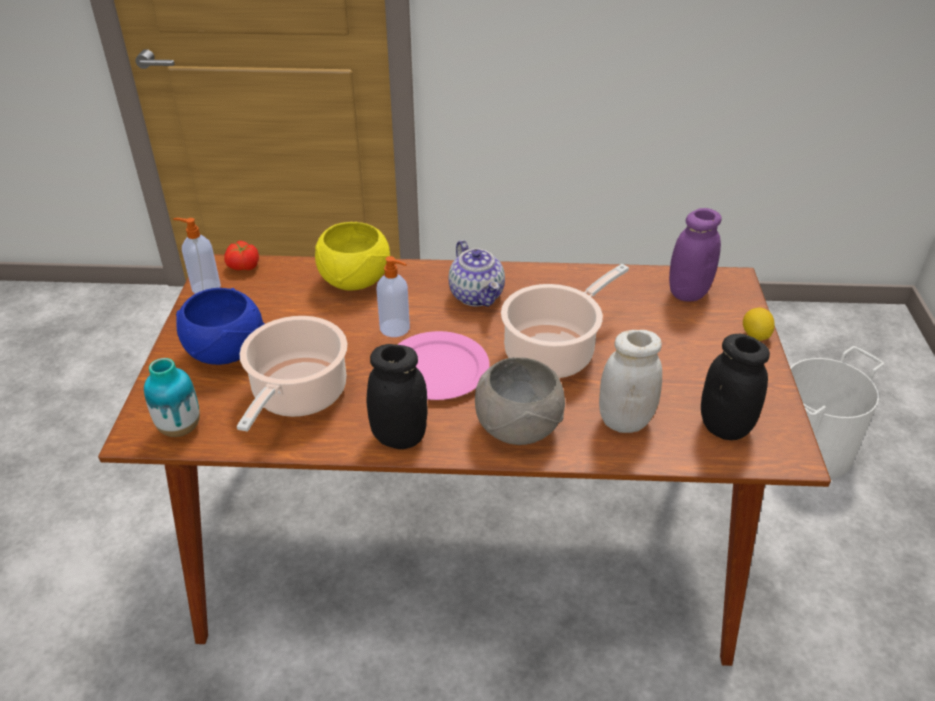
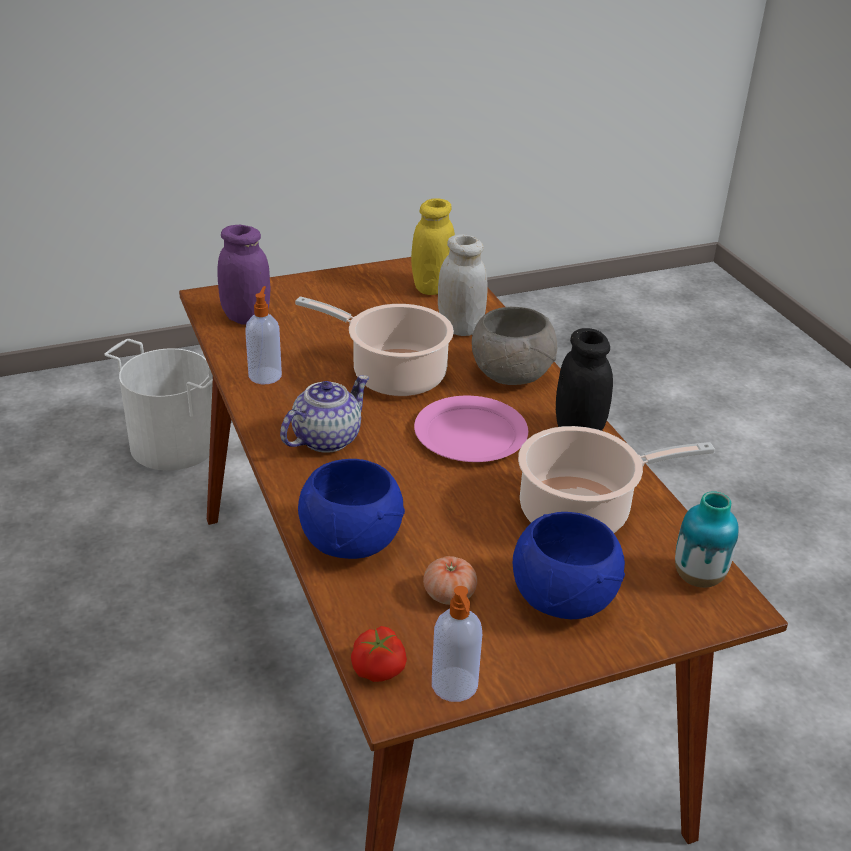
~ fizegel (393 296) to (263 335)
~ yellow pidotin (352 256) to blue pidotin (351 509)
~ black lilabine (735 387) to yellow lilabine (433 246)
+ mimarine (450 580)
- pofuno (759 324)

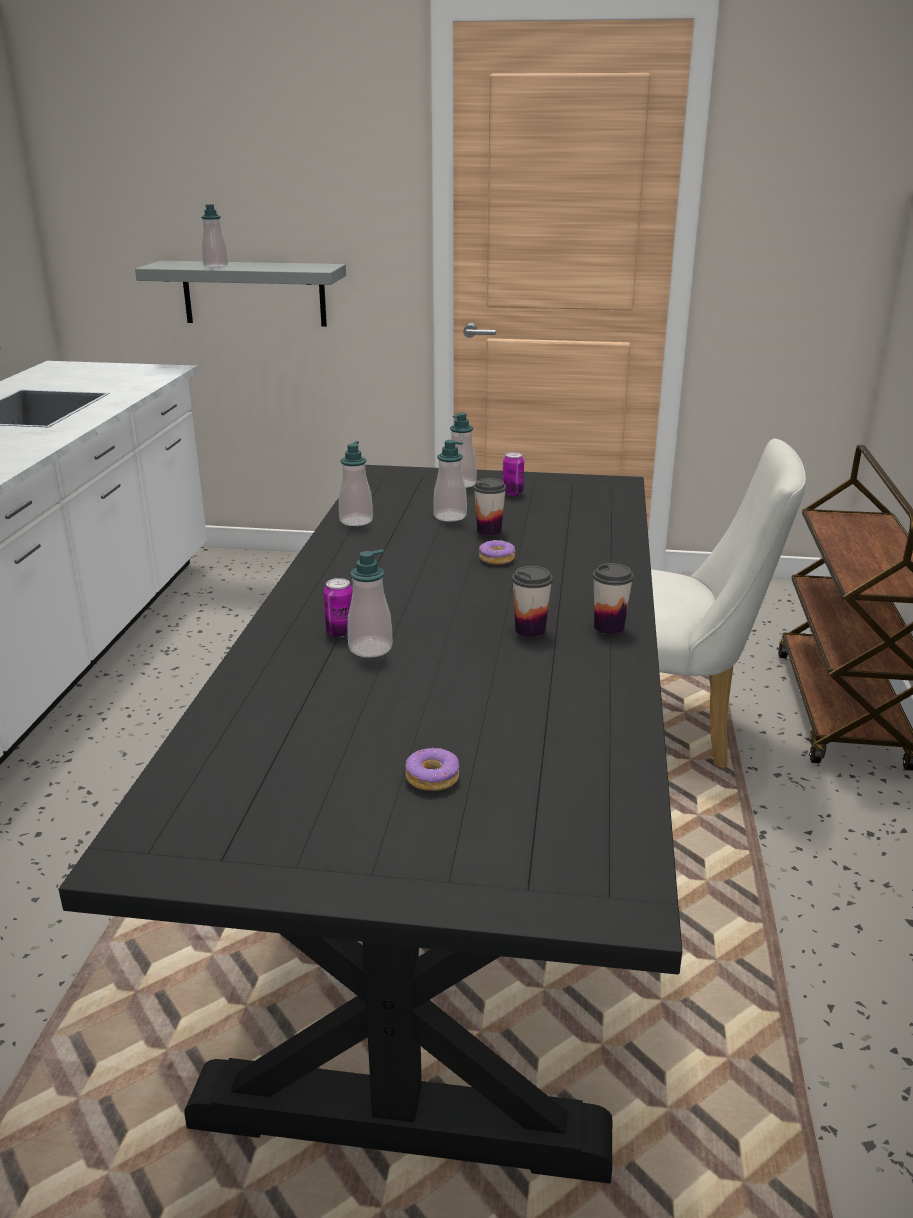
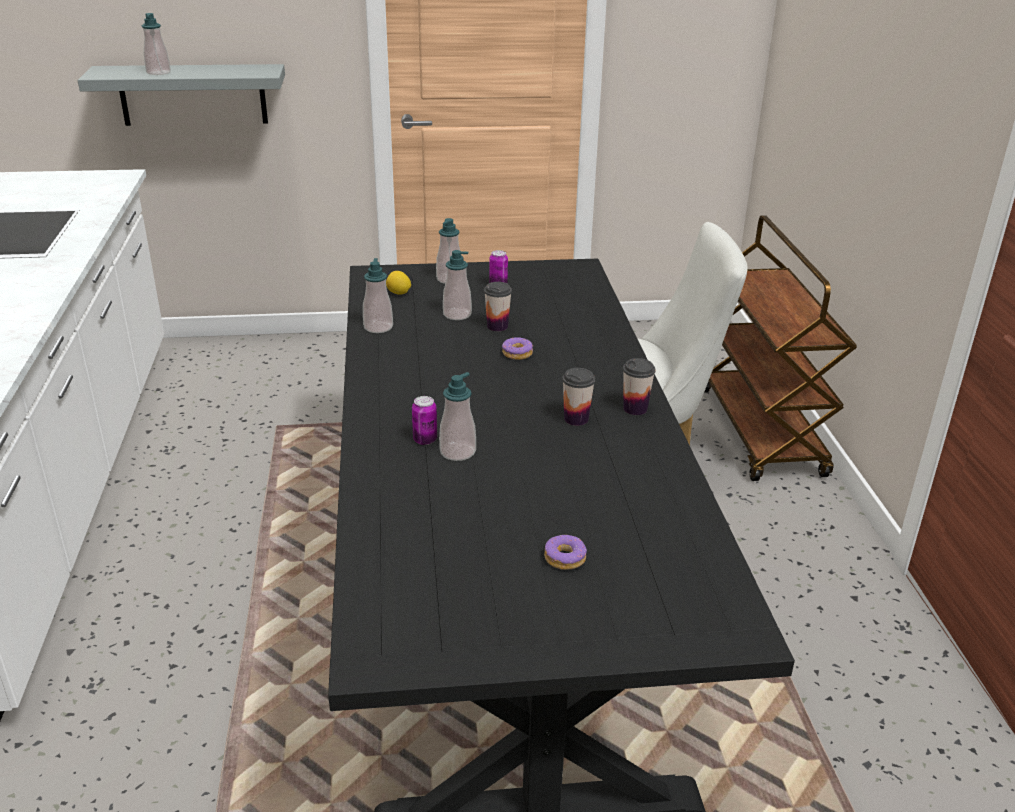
+ pofuno (398 283)

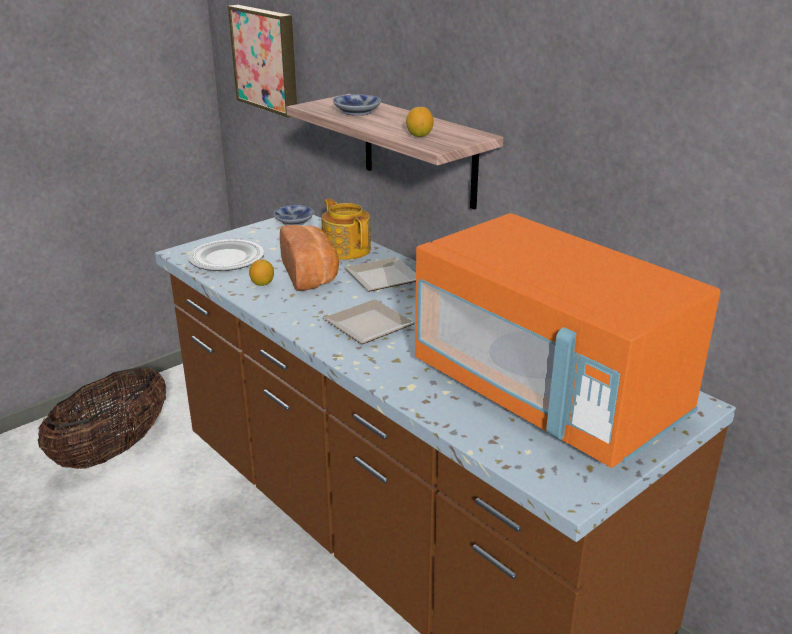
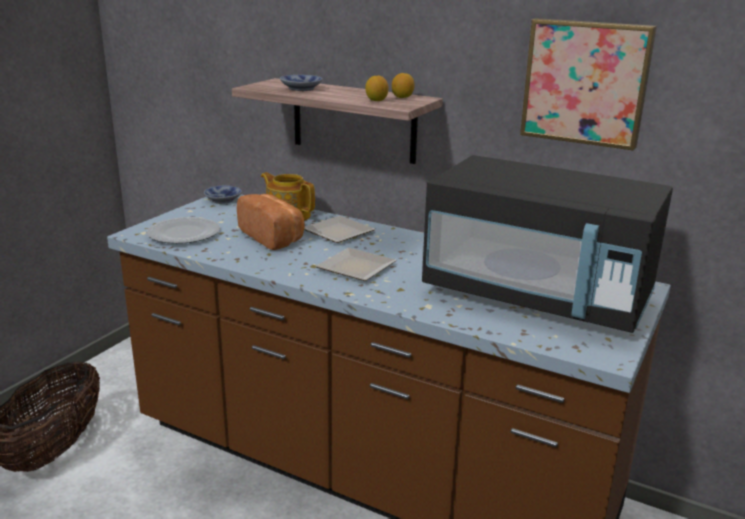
~ pofuno (261 272) to (403 85)
~ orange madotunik (568 340) to black madotunik (547 244)
~ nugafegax (262 61) to (588 84)

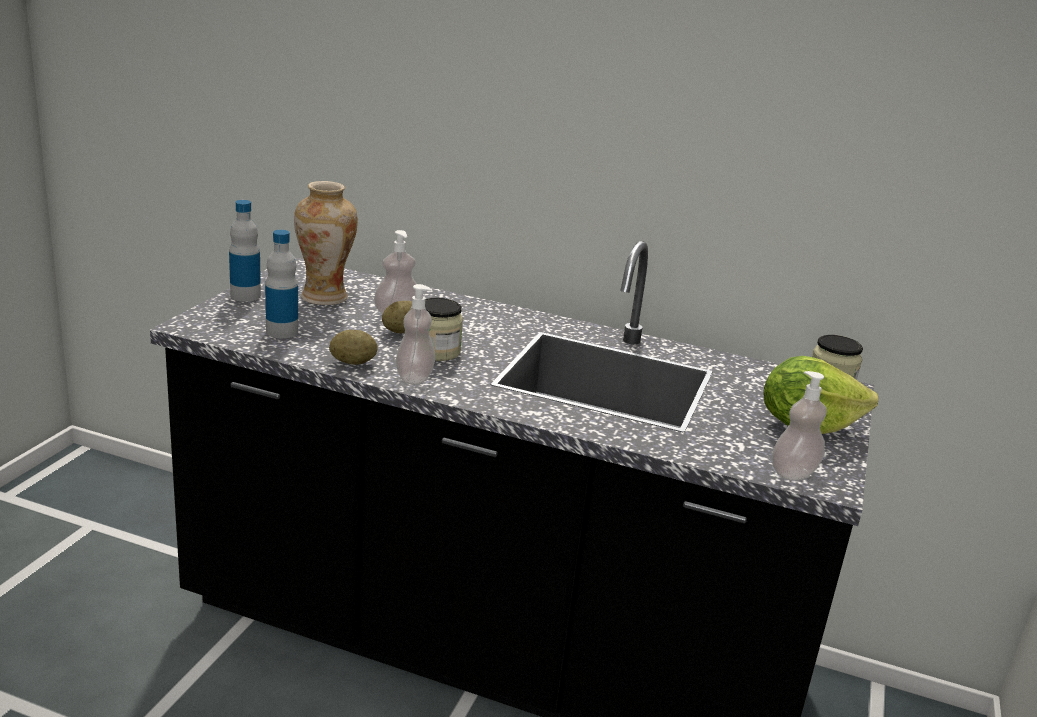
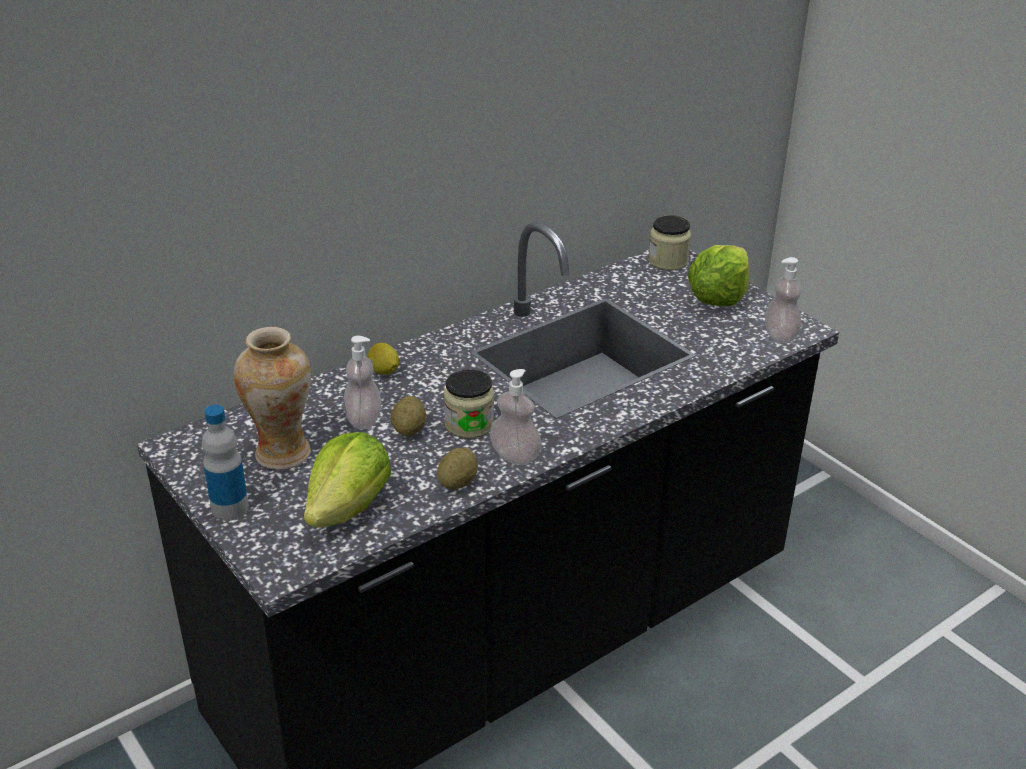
~ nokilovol (281 284) to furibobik (347 479)
+ pofuno (383 359)

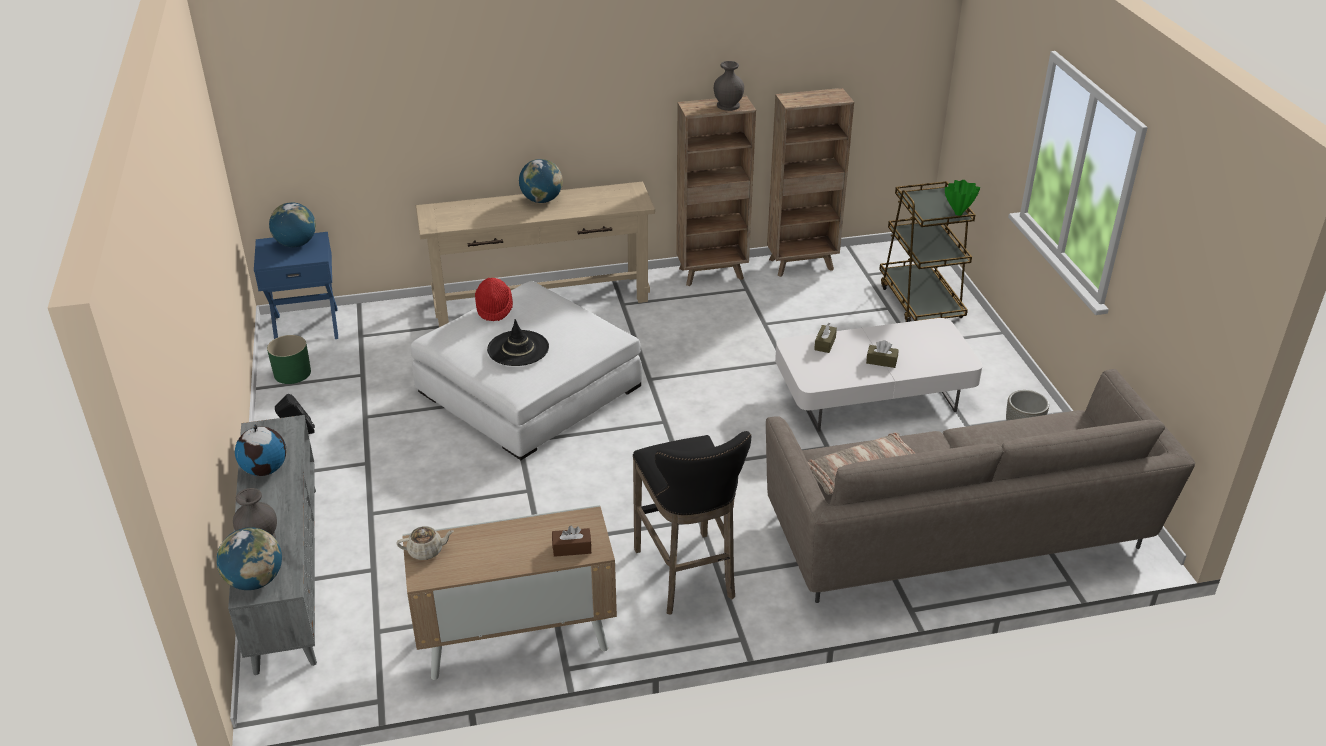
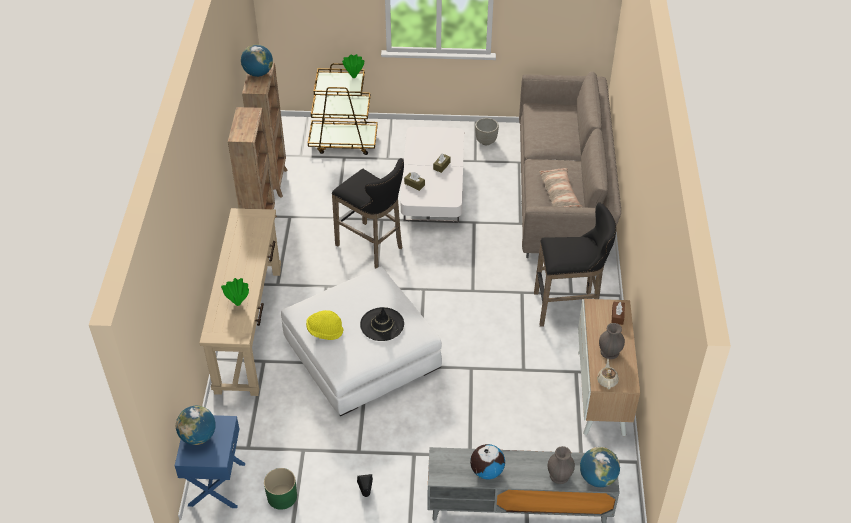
+ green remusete (235 292)
~ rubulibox (541 181) to (257 60)
~ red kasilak (494 299) to yellow kasilak (325 325)
+ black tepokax (368 213)
~ grey remusete (729 86) to (612 341)

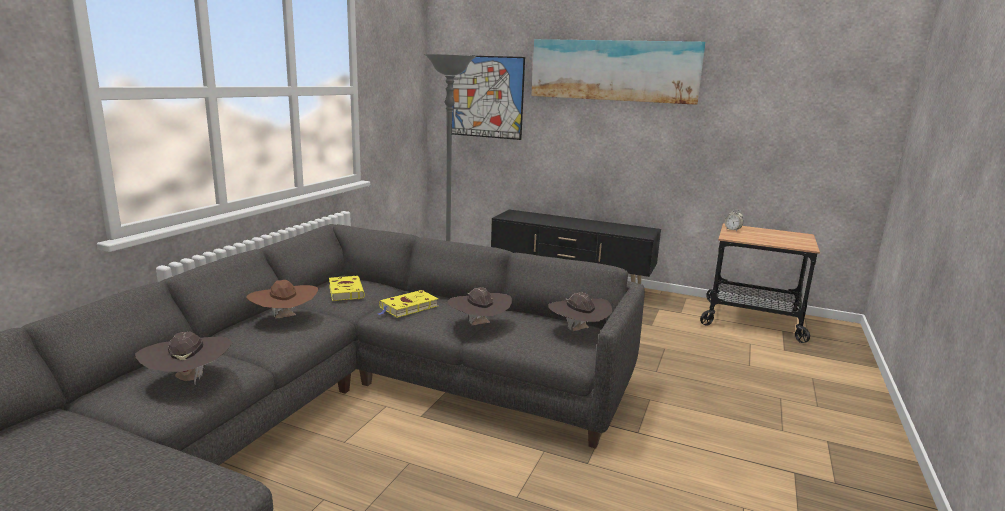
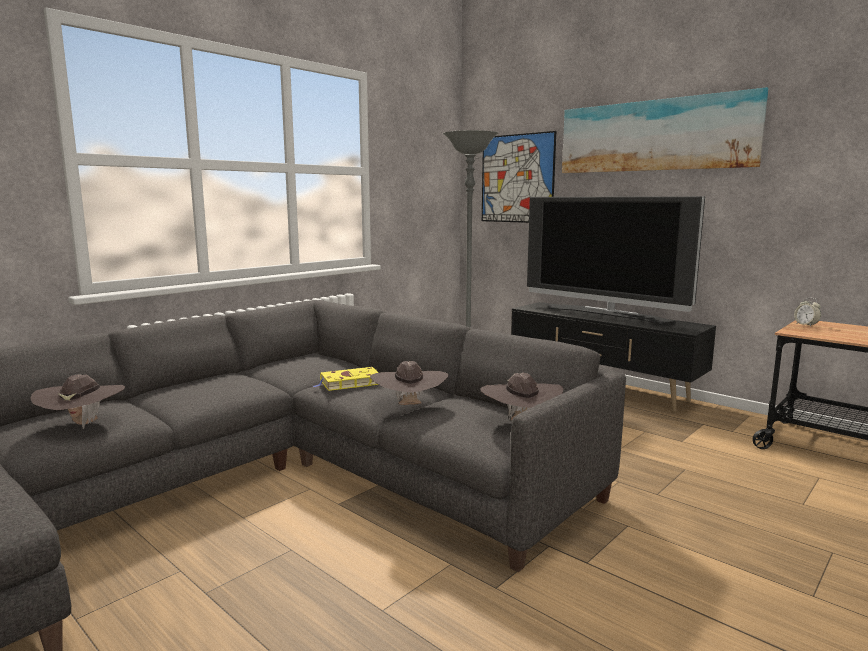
+ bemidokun (616 260)
- brown kasilak (282 299)
- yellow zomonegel (347 288)

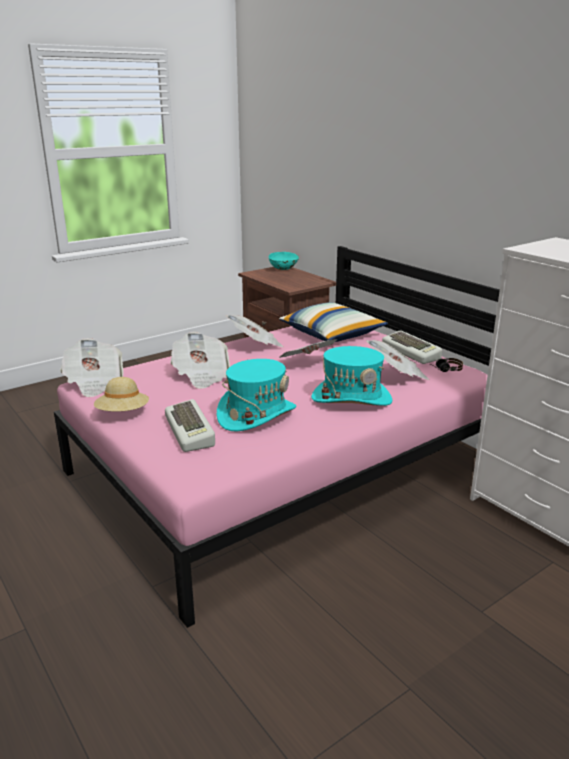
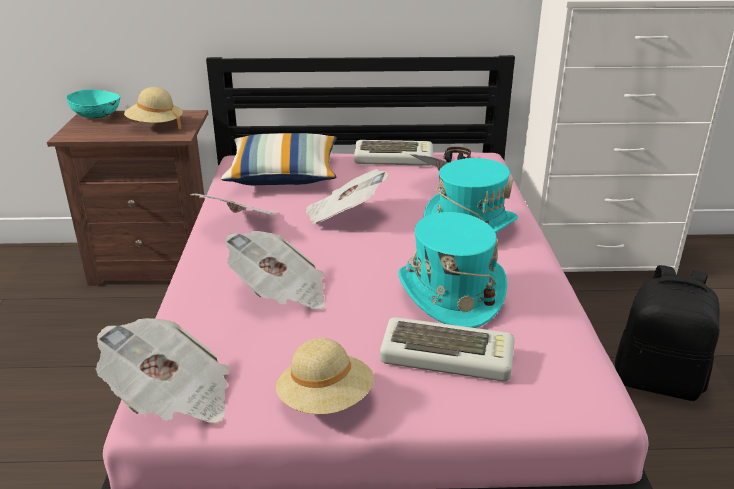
+ beige kasilak (153 108)
+ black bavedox (667 333)

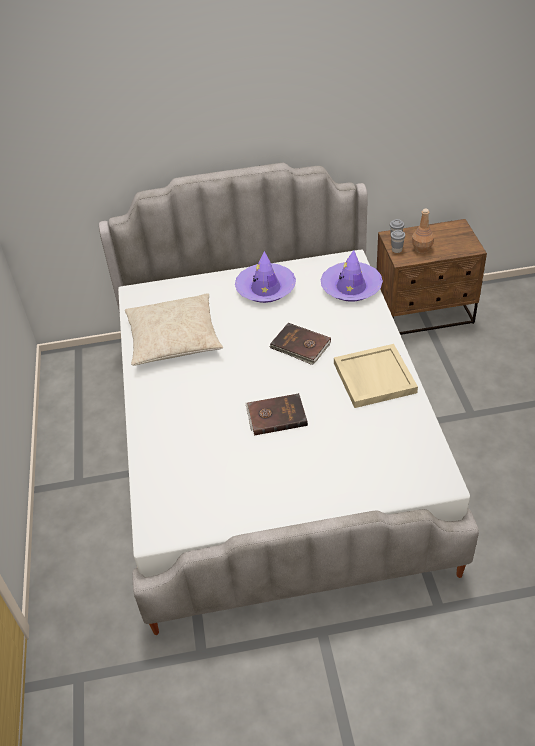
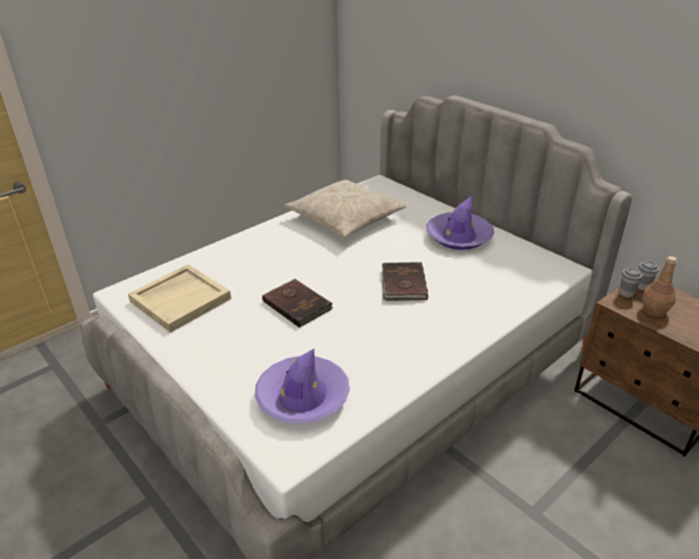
~ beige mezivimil (376 376) to (179 298)
~ purple kasilak (352 276) to (302 386)

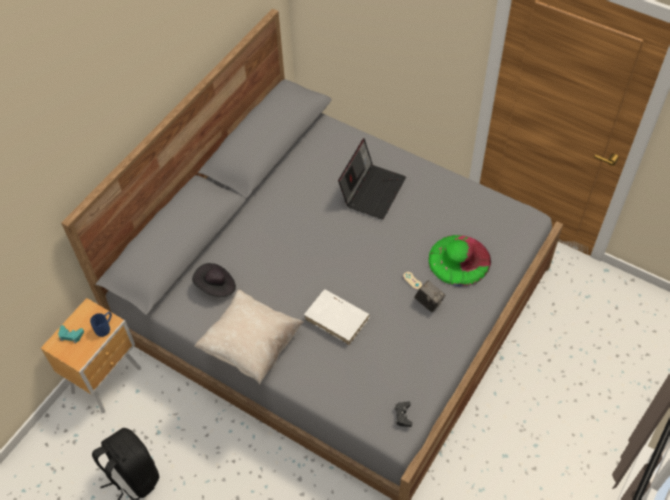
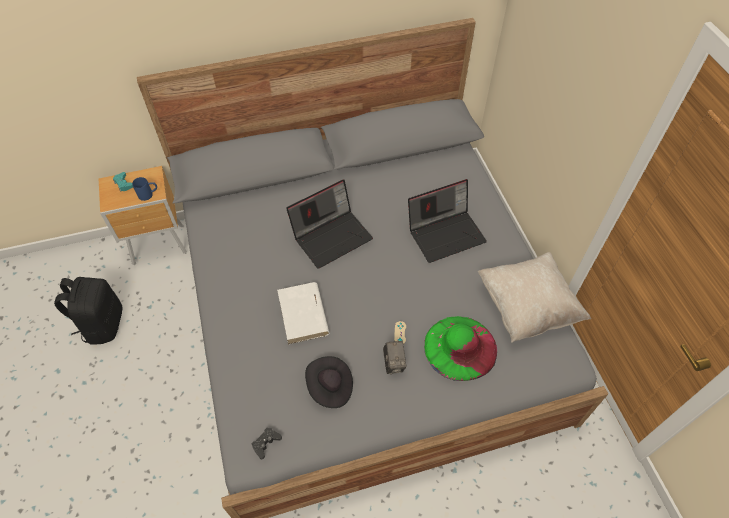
+ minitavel (329 224)
~ black kasilak (214 280) to (329 382)
~ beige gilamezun (249 337) to (534 297)

